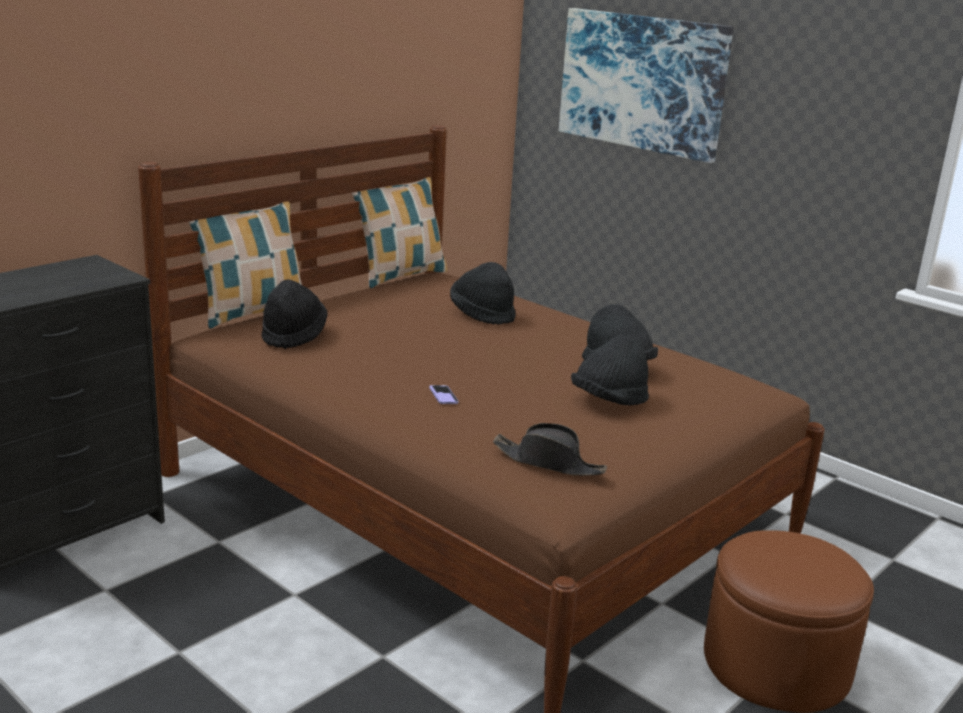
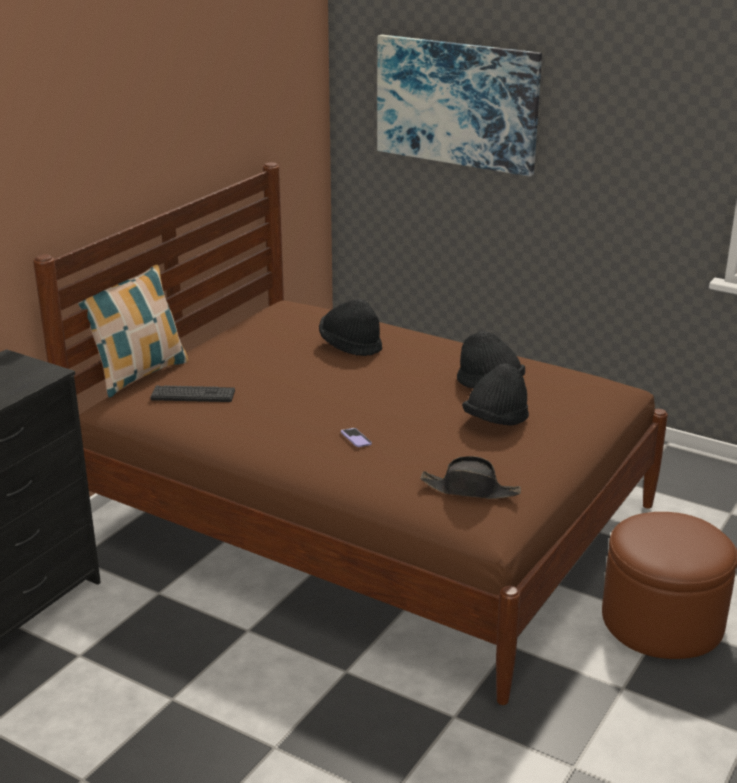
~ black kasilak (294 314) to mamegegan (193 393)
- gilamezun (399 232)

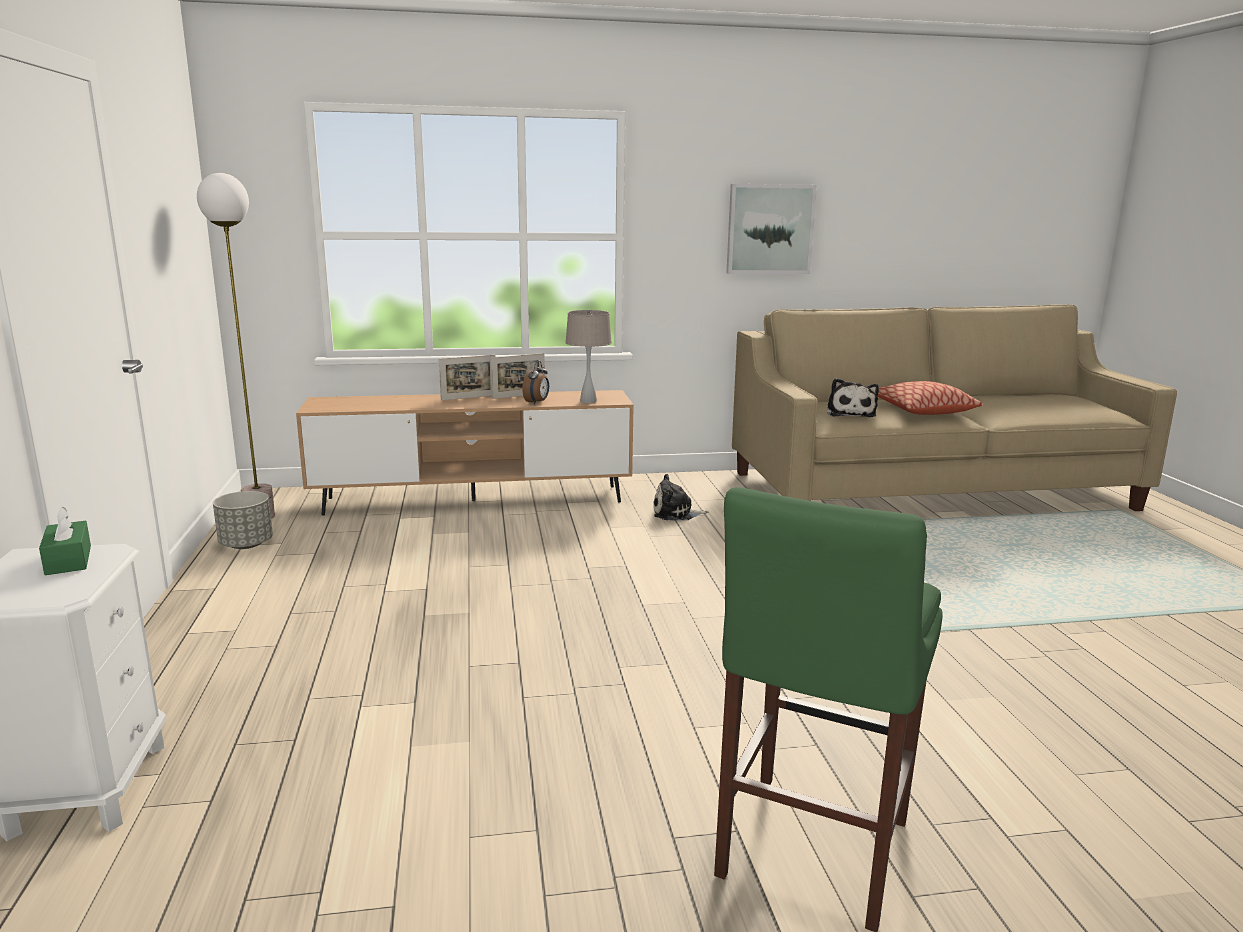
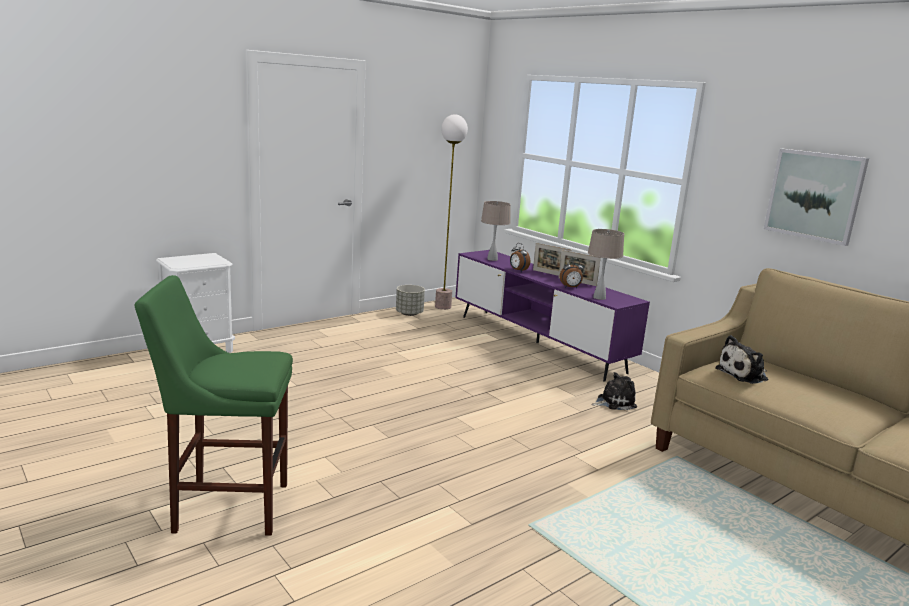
~ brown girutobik (465 453) to purple girutobik (553 316)
+ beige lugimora (496 231)
+ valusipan (520 257)
~ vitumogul (680 497) = (614 391) 105 degrees clockwise
- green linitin (65 541)
- gilamezun (930 398)

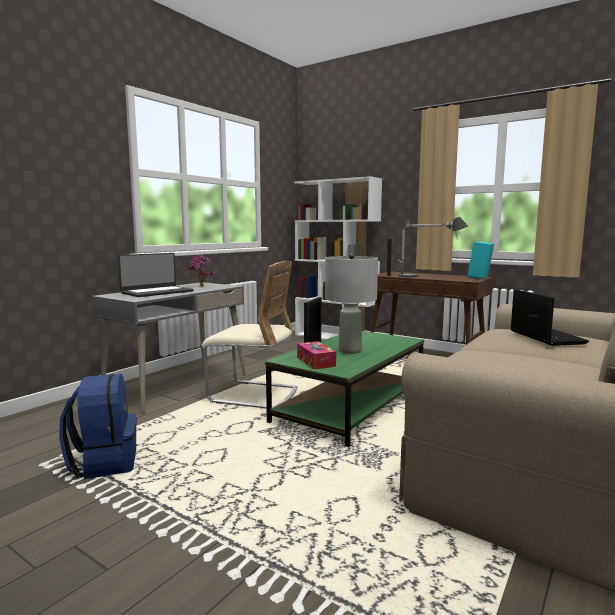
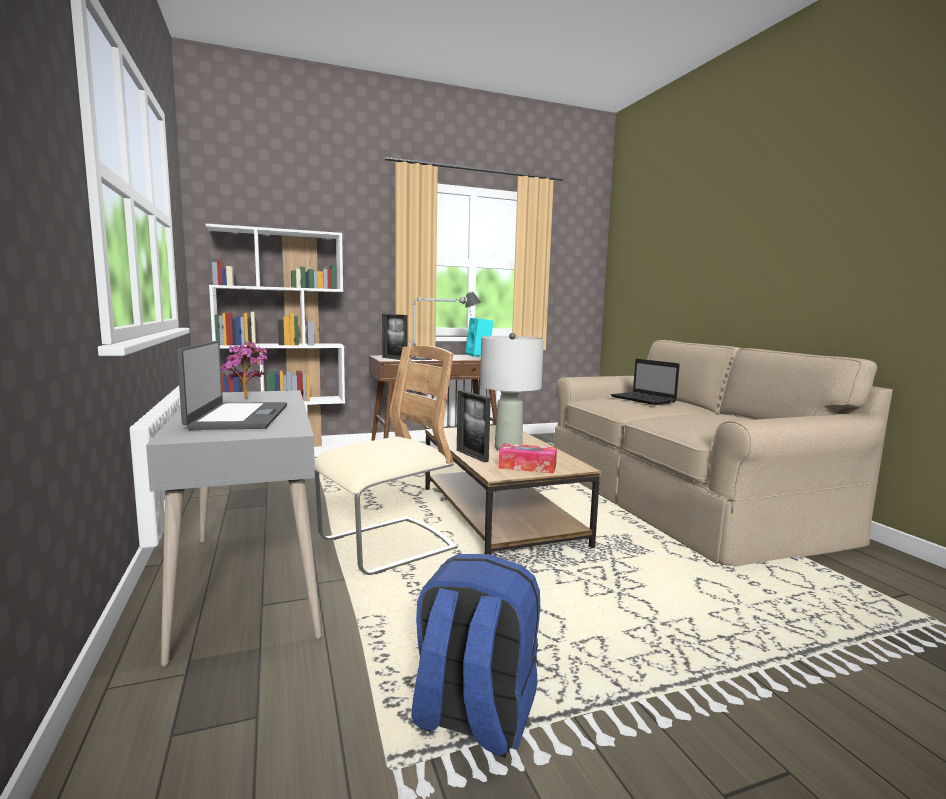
~ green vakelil (344 389) to brown vakelil (513 489)
~ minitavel (550 317) = (645 382) 150 degrees counterclockwise

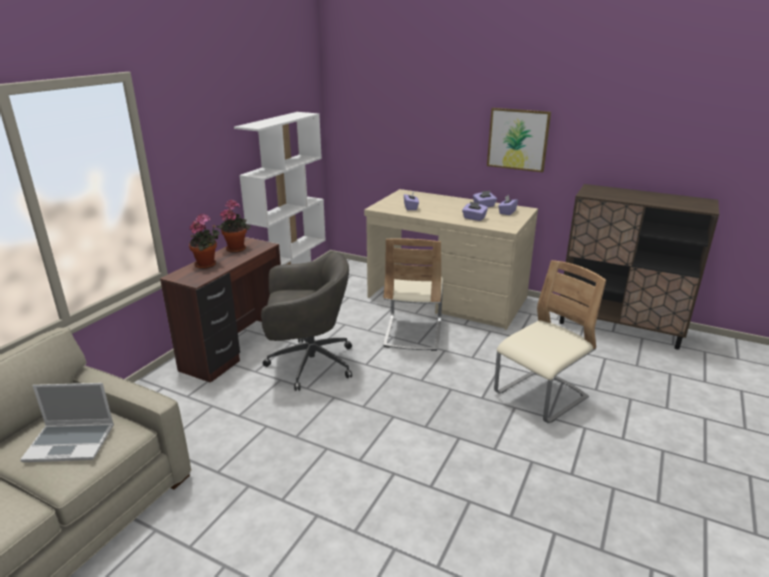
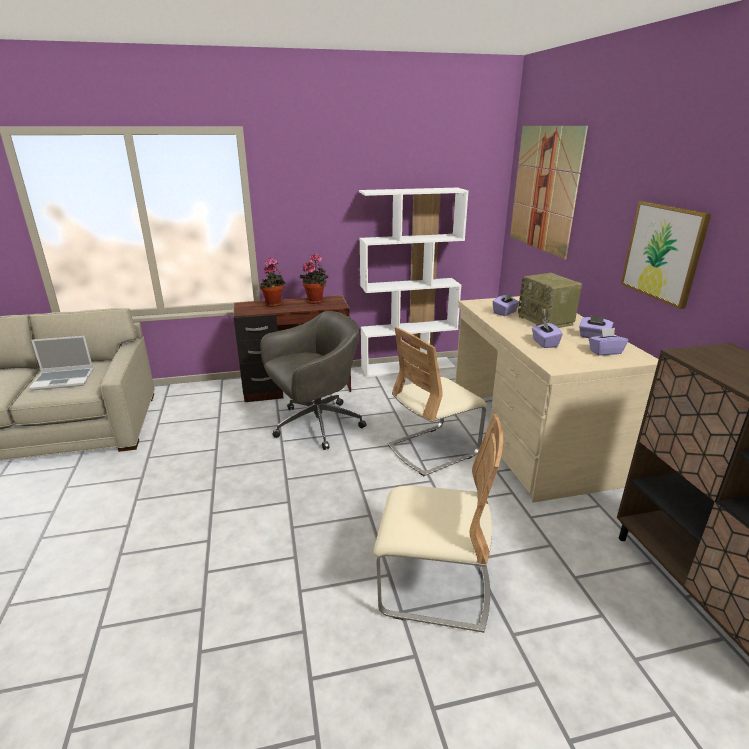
~ minitavel (67 422) = (61 363) 60 degrees counterclockwise
~ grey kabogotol (306 321) = (313 380) 75 degrees counterclockwise
+ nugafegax (549 192)
+ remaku (550 300)

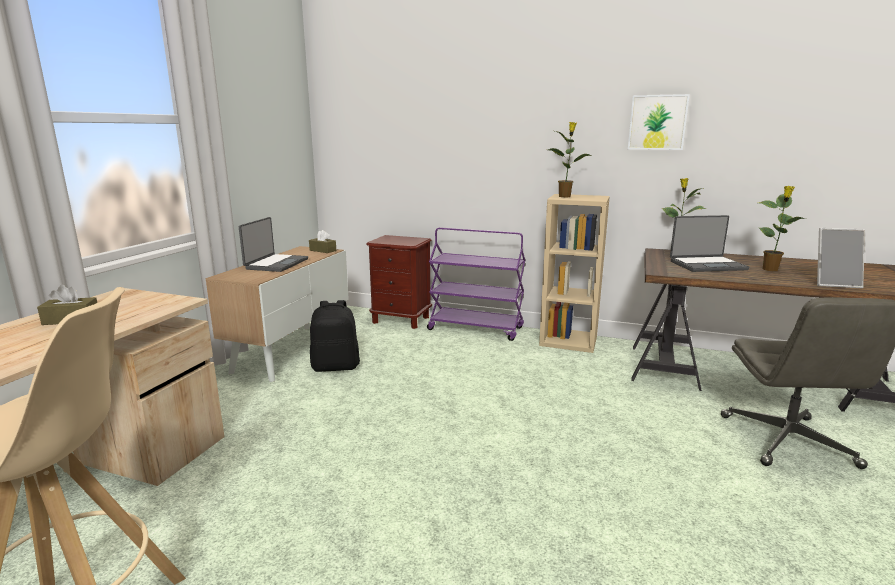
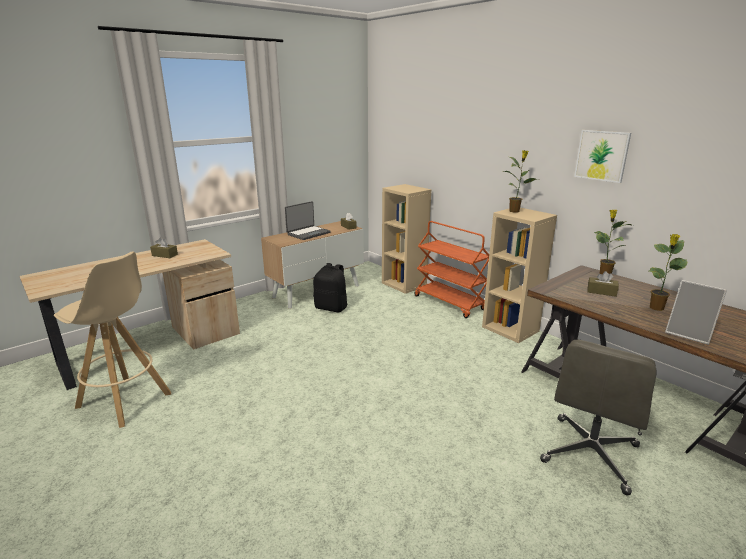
~ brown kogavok (399 282) to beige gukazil (406 239)
~ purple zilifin (476 284) to orange zilifin (451 269)
~ minitavel (709 243) to brown linitin (603 284)

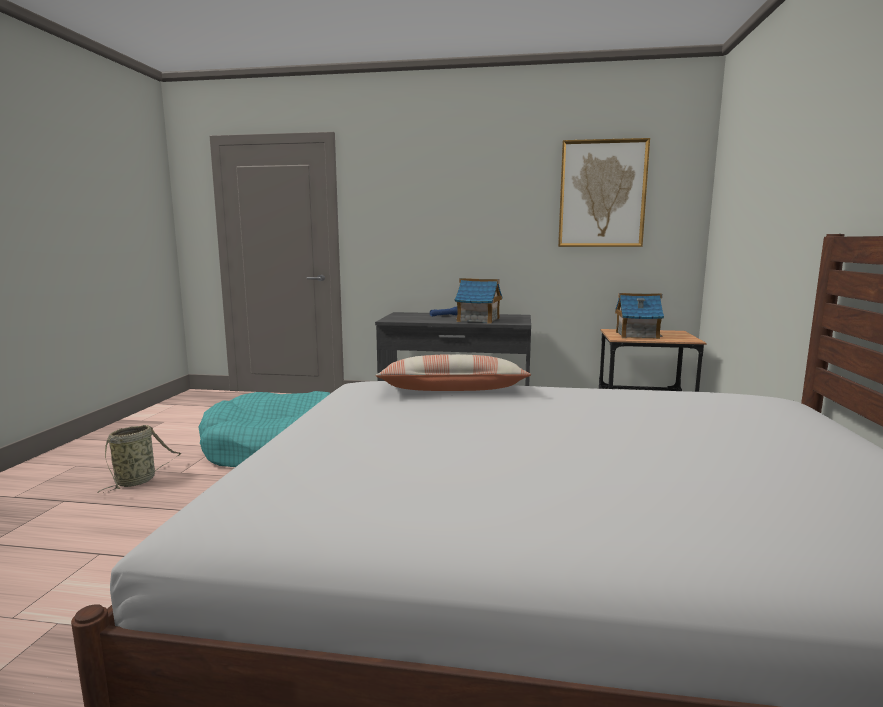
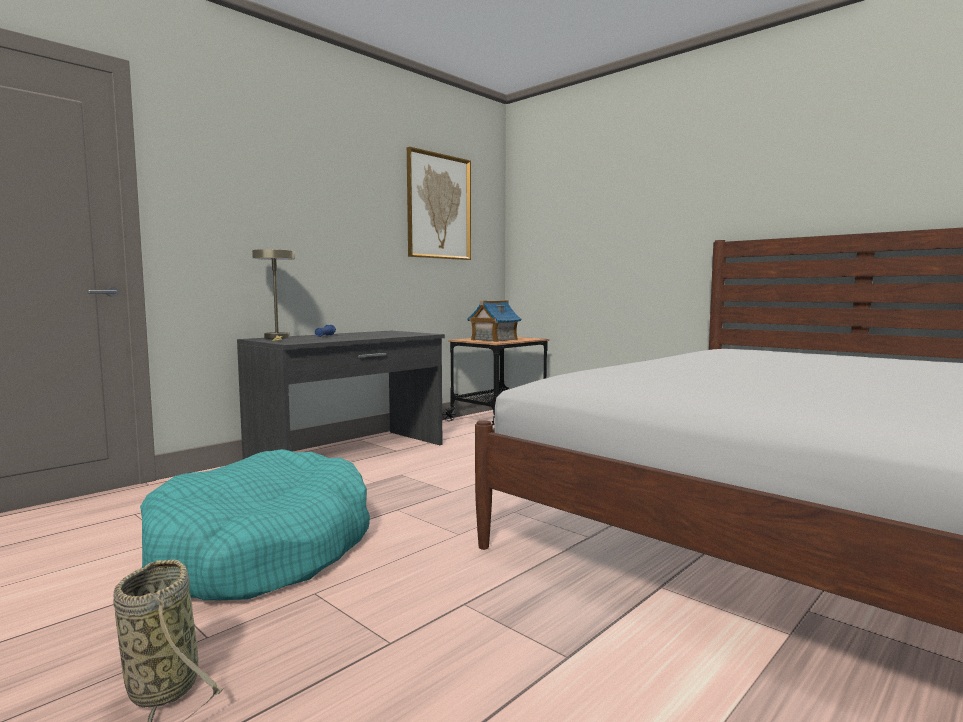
+ beige lugimora (273 295)
- gilamezun (453 372)
- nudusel (478 301)

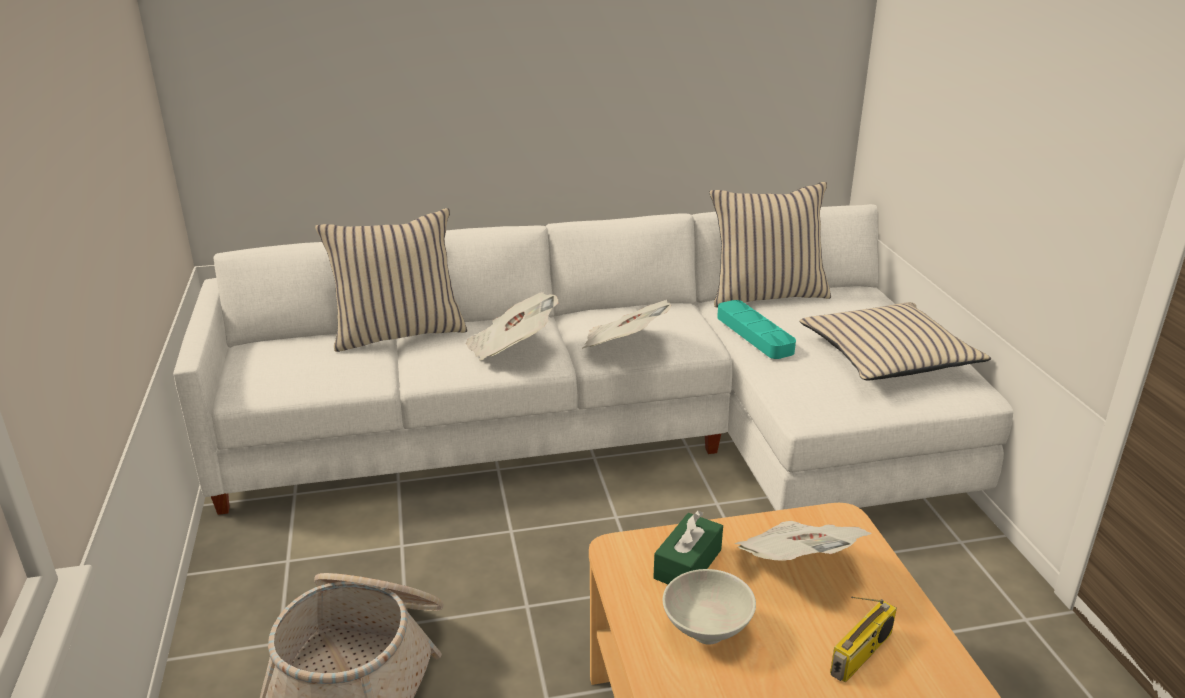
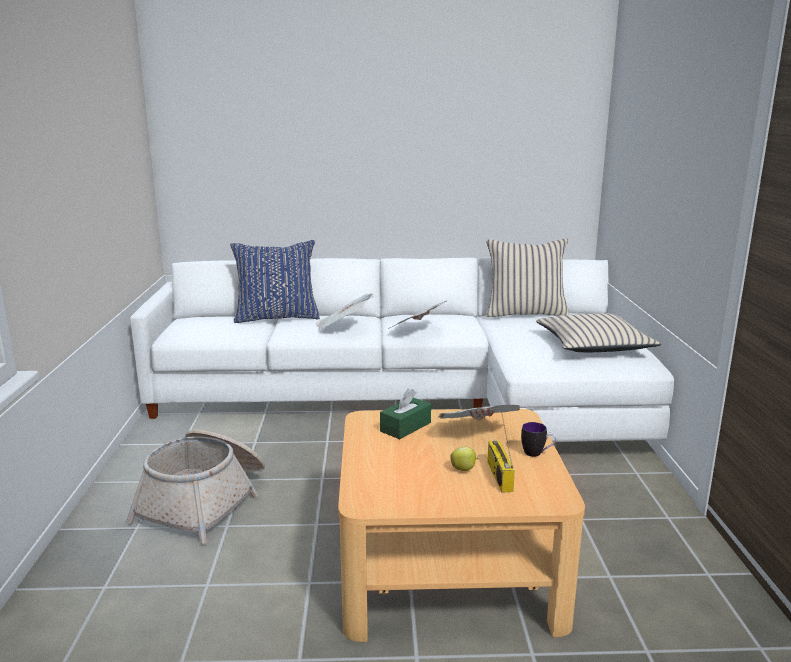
~ beige gilamezun (391 280) to blue gilamezun (275 281)
+ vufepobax (464 459)
~ remaku (863 639) = (501 452) 120 degrees clockwise
+ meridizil (538 439)
- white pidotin (709 606)
- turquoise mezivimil (756 329)

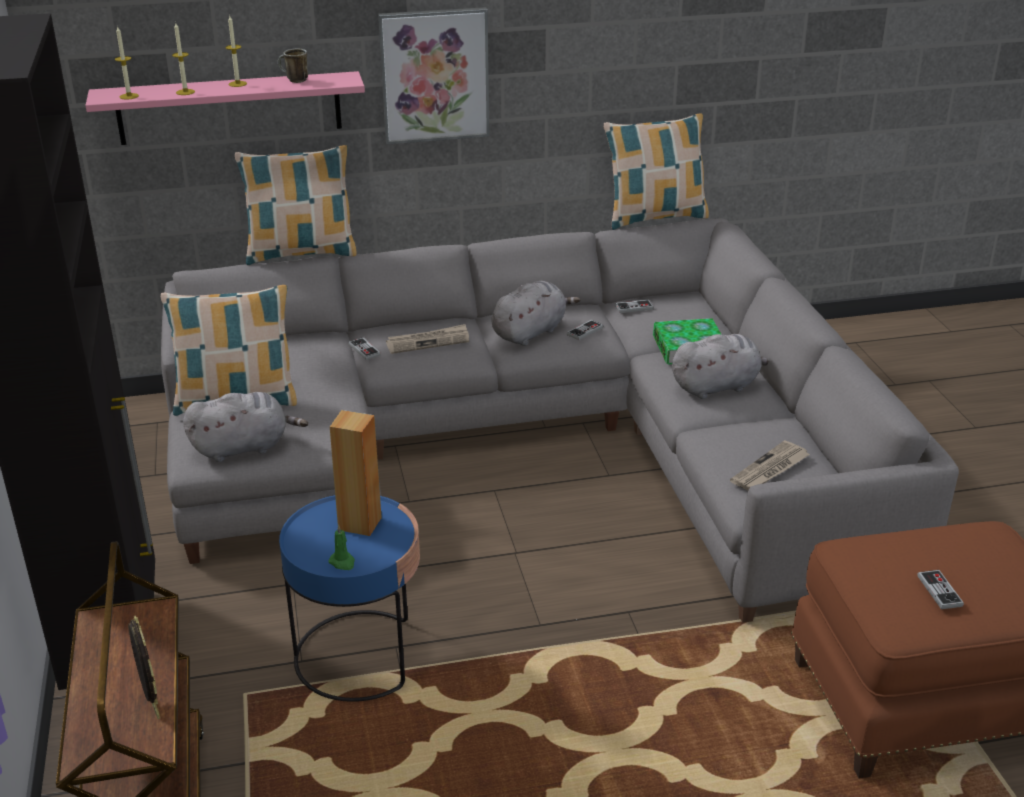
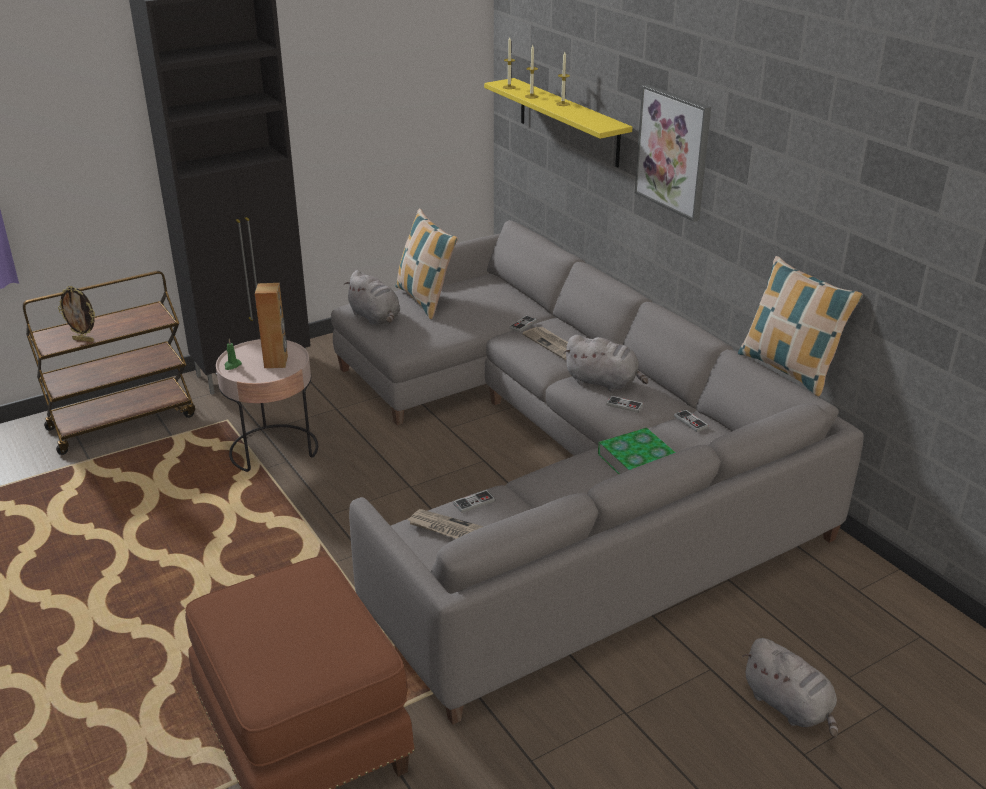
~ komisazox (144 667) = (76 314) 60 degrees clockwise
~ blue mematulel (349 598) to pink mematulel (267 405)
~ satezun (940 589) to (474 501)
~ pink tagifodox (225 108) to yellow tagifodox (558 122)
~ grey vitumogul (720 366) to (790 688)
- gilamezun (296 205)
- meridizil (293 66)

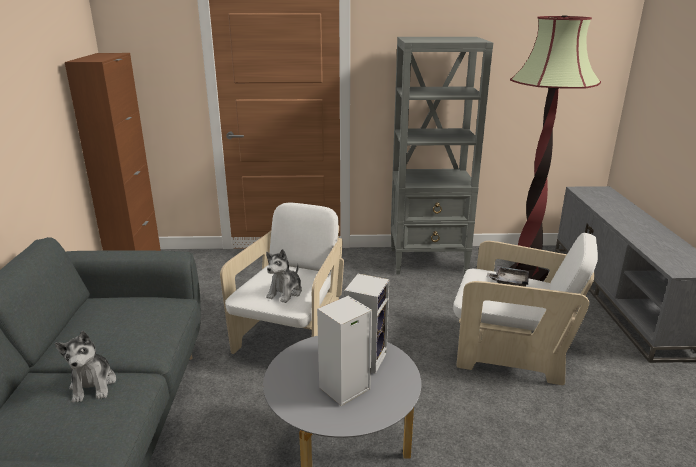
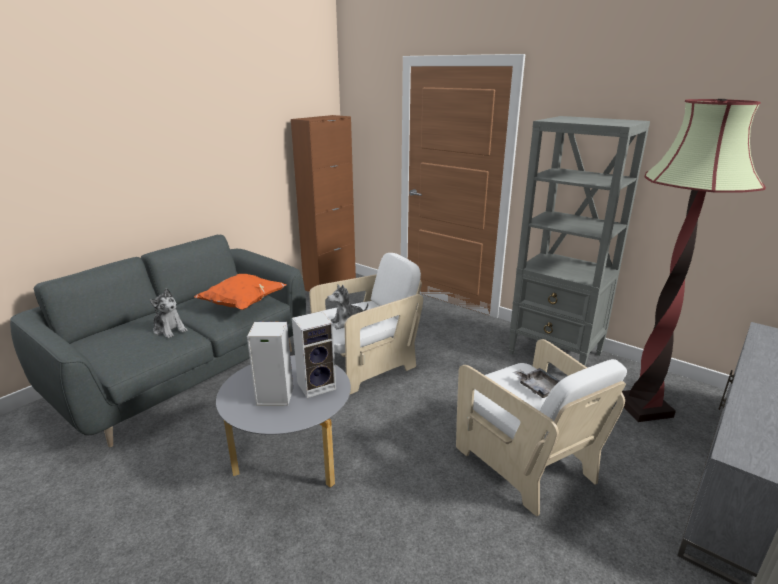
~ vitumogul (85 367) = (169 313) 75 degrees counterclockwise
+ orange gilamezun (240 292)

